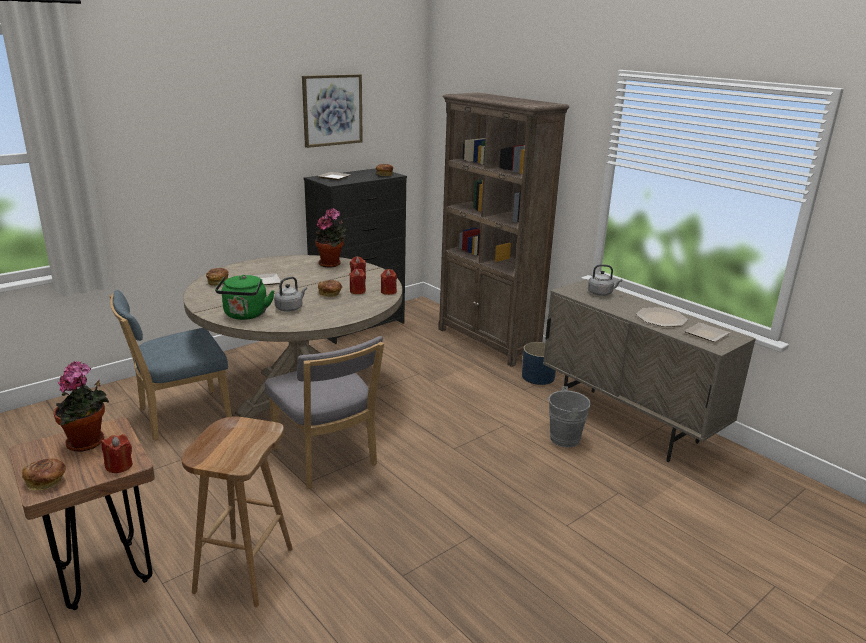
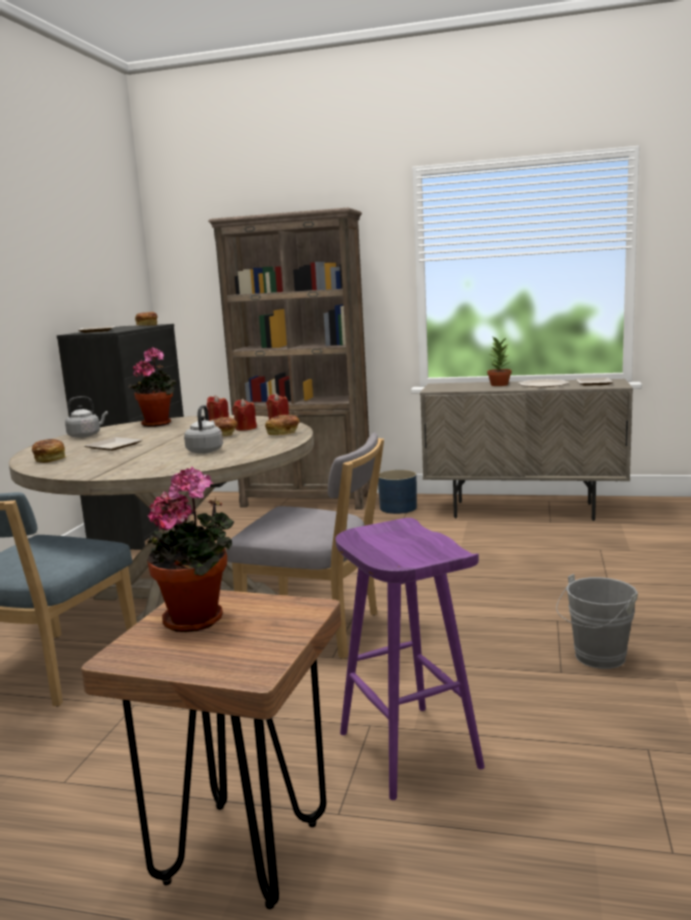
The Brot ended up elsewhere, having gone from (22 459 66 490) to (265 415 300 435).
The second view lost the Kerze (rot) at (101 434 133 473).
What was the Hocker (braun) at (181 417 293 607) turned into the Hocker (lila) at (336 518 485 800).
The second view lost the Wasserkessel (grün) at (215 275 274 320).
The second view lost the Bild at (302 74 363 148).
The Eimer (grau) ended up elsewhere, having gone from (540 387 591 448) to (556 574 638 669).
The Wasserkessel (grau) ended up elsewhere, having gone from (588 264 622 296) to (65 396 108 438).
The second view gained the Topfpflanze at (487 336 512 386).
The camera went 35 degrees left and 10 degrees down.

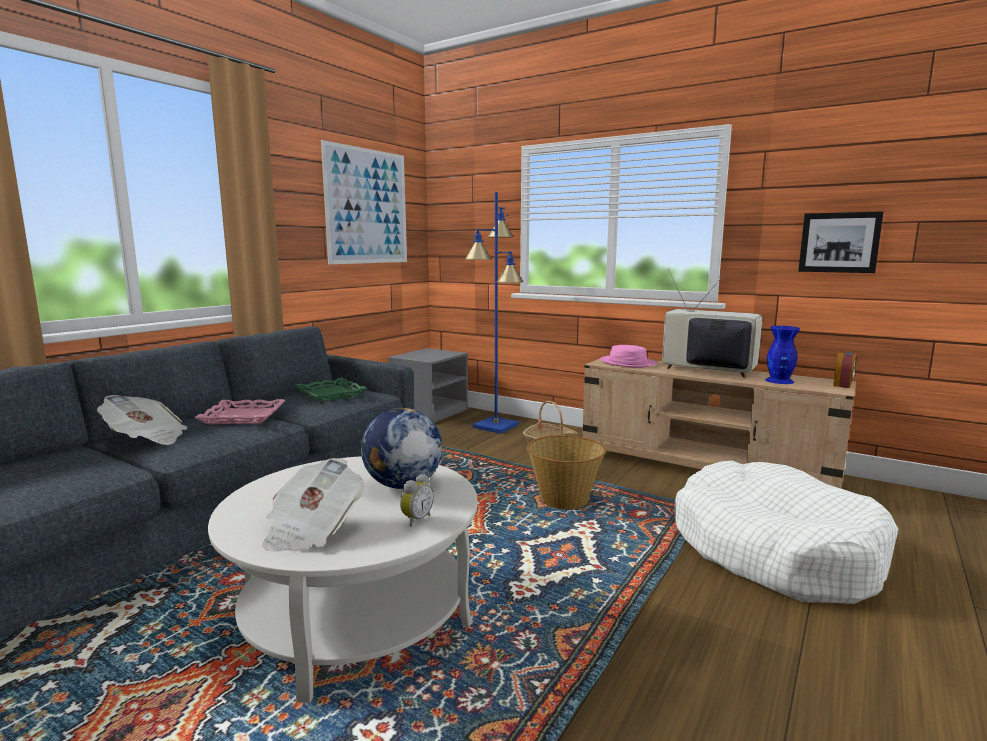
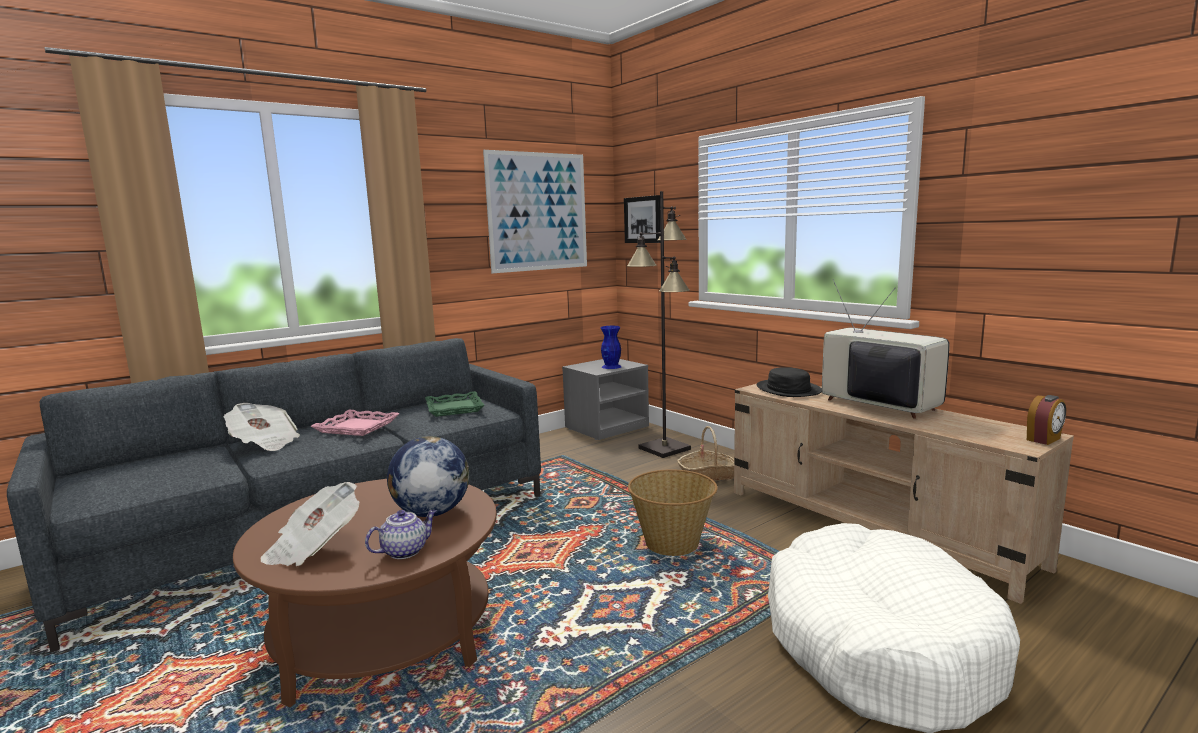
What was the Couchtisch (weiß) at (208 456 478 703) turned into the Couchtisch (braun) at (233 479 497 707).
Where the Wecker stood at (400 474 434 527), the Teekanne came to stand at (365 510 436 559).
What was the Stehlampe (blau) at (465 192 524 434) turned into the Stehlampe (schwarz) at (627 191 691 458).
What was the Hut (rosa) at (600 345 657 368) turned into the Hut (schwarz) at (756 367 822 397).
The Vase (blau) ended up elsewhere, having gone from (765 326 800 384) to (601 326 622 369).
The Bild ended up elsewhere, having gone from (798 211 884 273) to (624 195 661 243).
The camera went 20 degrees right and 0 degrees up.

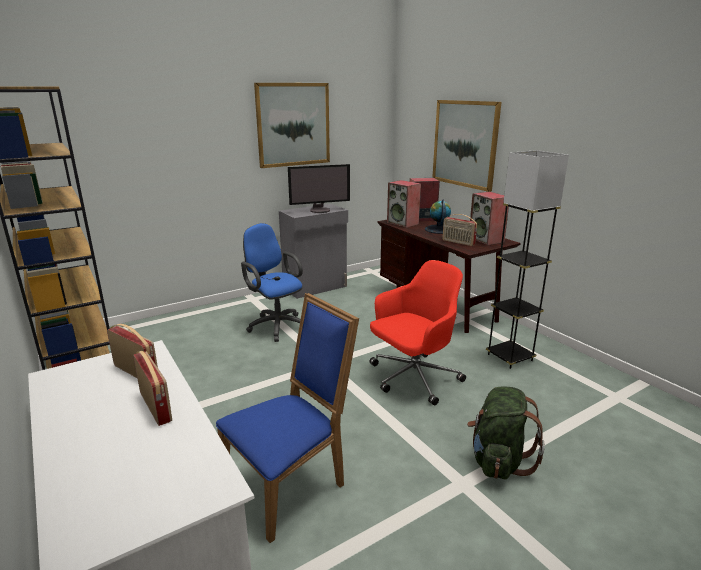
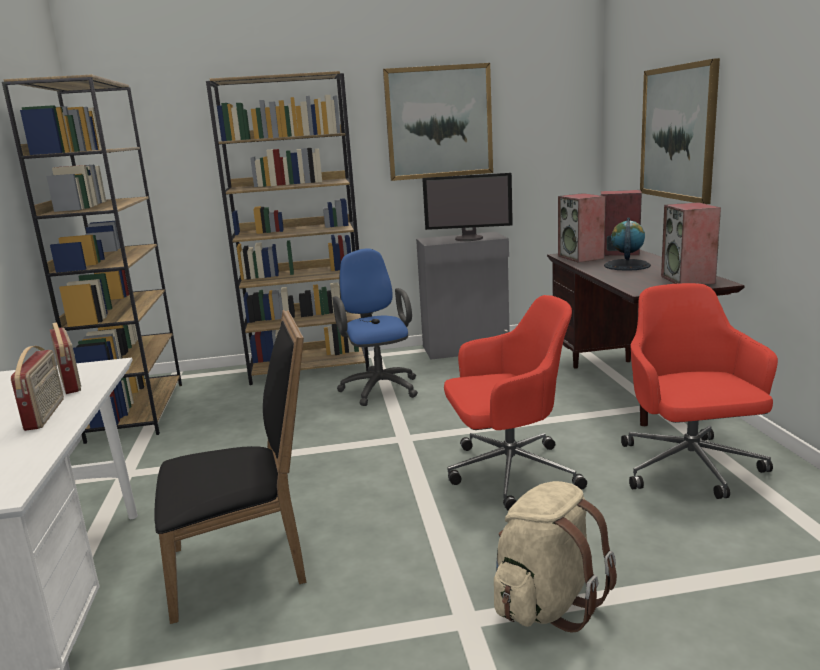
What was the Stuhl (blau) at (216 293 359 543) turned into the Stuhl (schwarz) at (155 310 306 624).
The second view lost the Radio at (442 214 477 246).
What was the Rucksack (grün) at (467 386 545 479) turned into the Rucksack (beige) at (494 481 617 633).
Where the Stehlampe (grau) stood at (486 150 569 369), the Bürostuhl (rot) came to stand at (621 283 778 499).
The second view gained the Bücherregal (braun) at (206 71 369 385).
The camera went 25 degrees right and 5 degrees down.

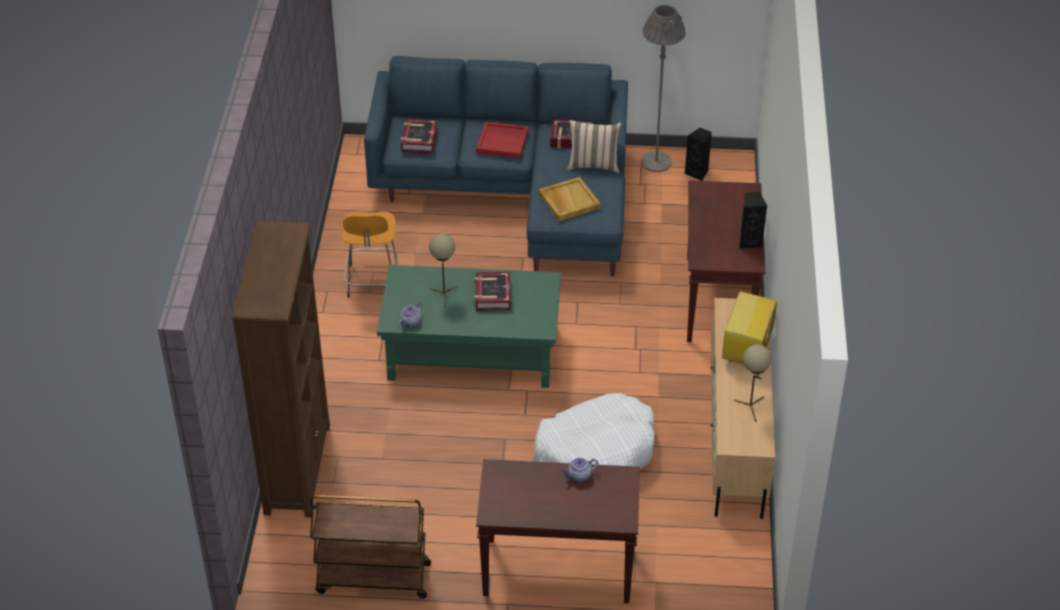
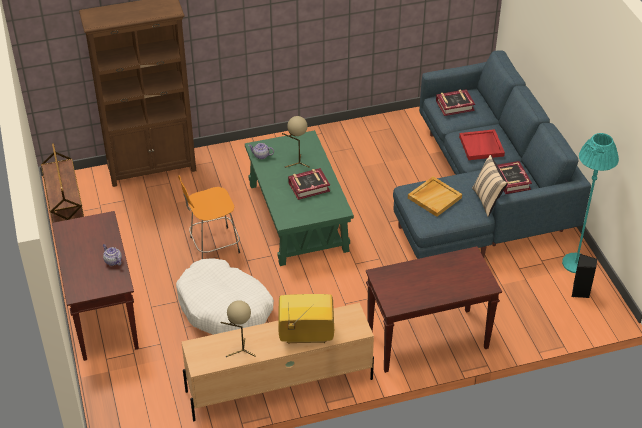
The Hocker (orange) ended up elsewhere, having gone from (342 212 398 298) to (178 175 240 259).
What was the Stehlampe (grau) at (641 5 686 172) turned into the Stehlampe (türkis) at (562 133 619 273).
The second view lost the Lautsprecher (schwarz) at (739 192 767 249).
The camera went 70 degrees right and 0 degrees up.

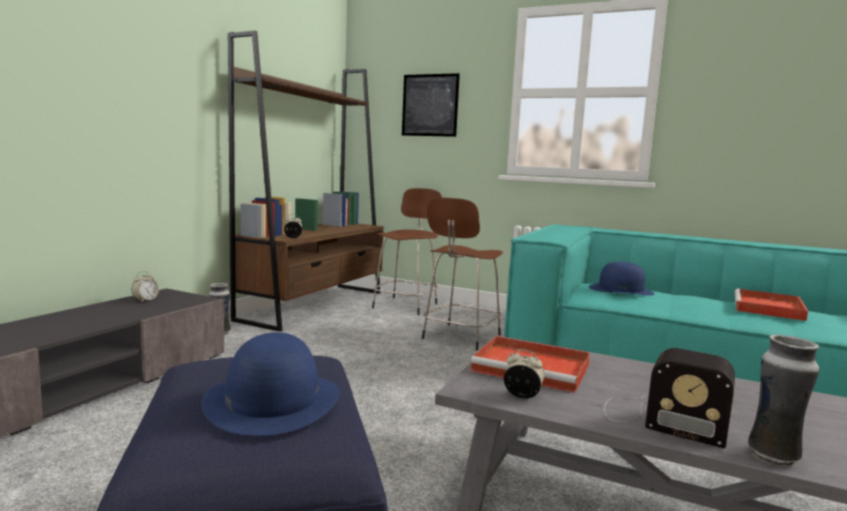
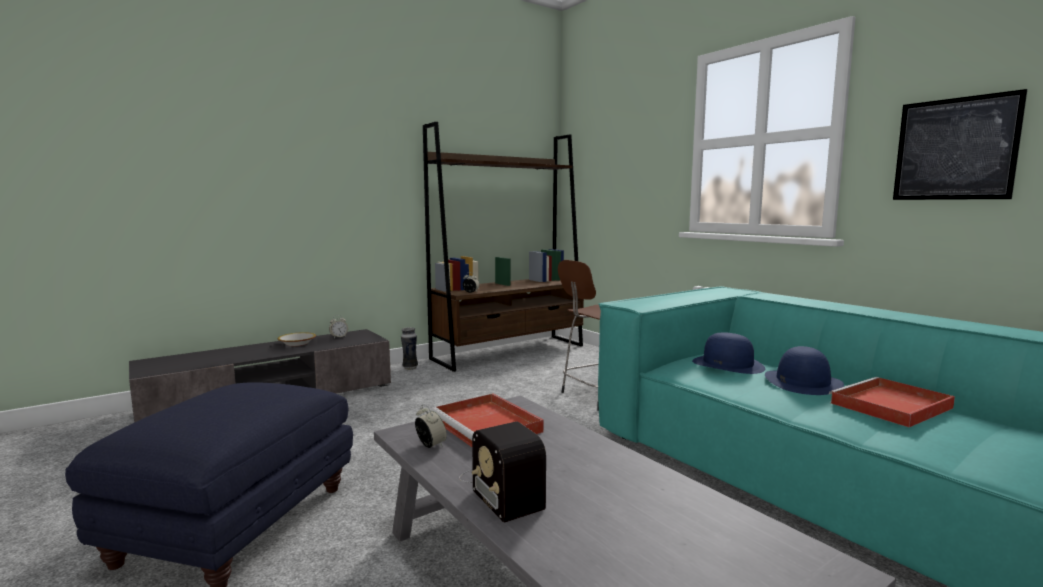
The Hut (blau) ended up elsewhere, having gone from (201 332 340 435) to (765 346 844 395).
The second view lost the Hocker (braun) at (372 188 442 315).
The Bild ended up elsewhere, having gone from (402 73 460 137) to (893 89 1027 200).
The second view lost the Vase at (748 334 819 466).
The second view gained the Schüssel at (278 332 316 346).
The camera went 30 degrees right and 0 degrees up.

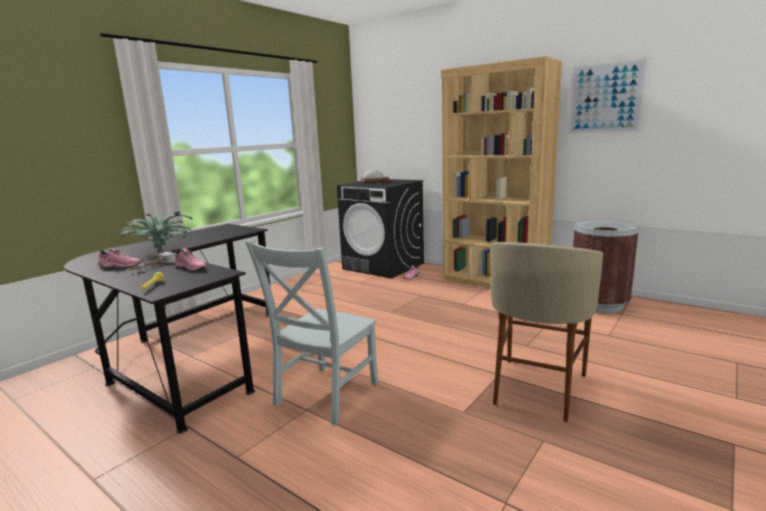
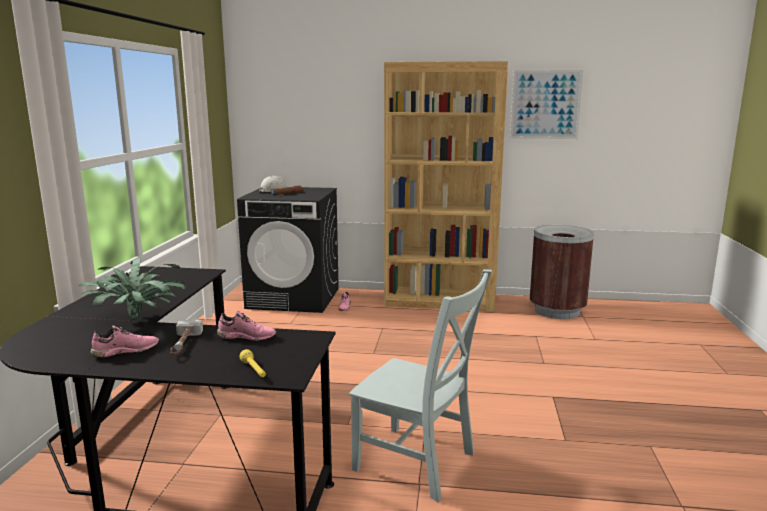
The Stuhl (grau) at (245 240 378 425) ended up facing another way, 60 degrees counterclockwise from before.
The second view lost the Hocker (beige) at (490 242 603 422).
The camera went 30 degrees left and 0 degrees up.

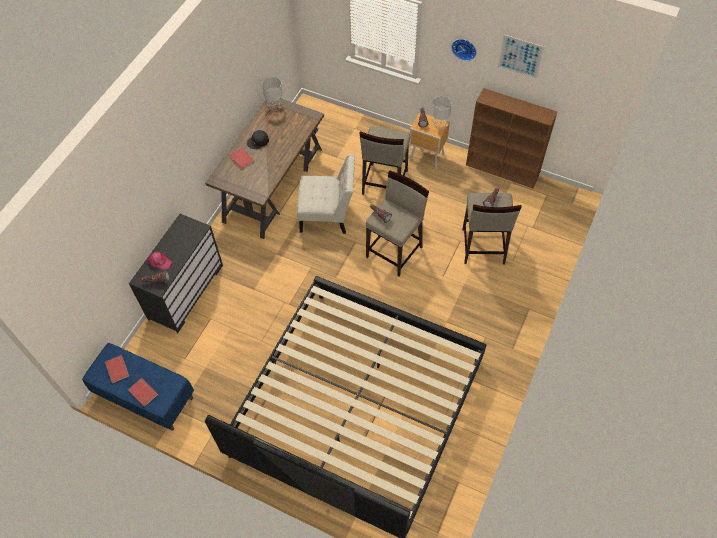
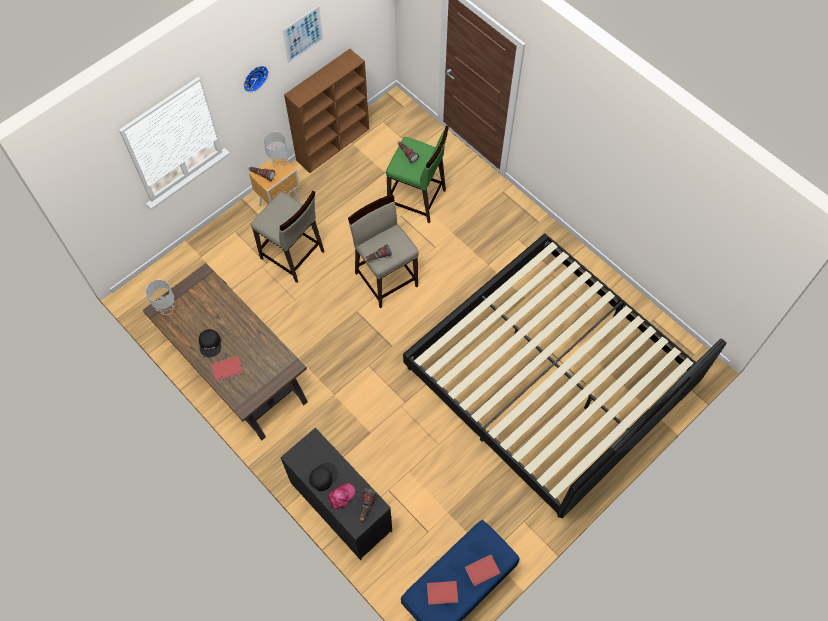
The second view lost the Stuhl (weiß) at (297 154 355 234).
What was the Hocker (beige) at (463 193 522 264) turned into the Hocker (grün) at (386 126 449 223).
The second view gained the Kappe (schwarz) at (309 463 338 491).
The camera went 70 degrees left and 5 degrees up.

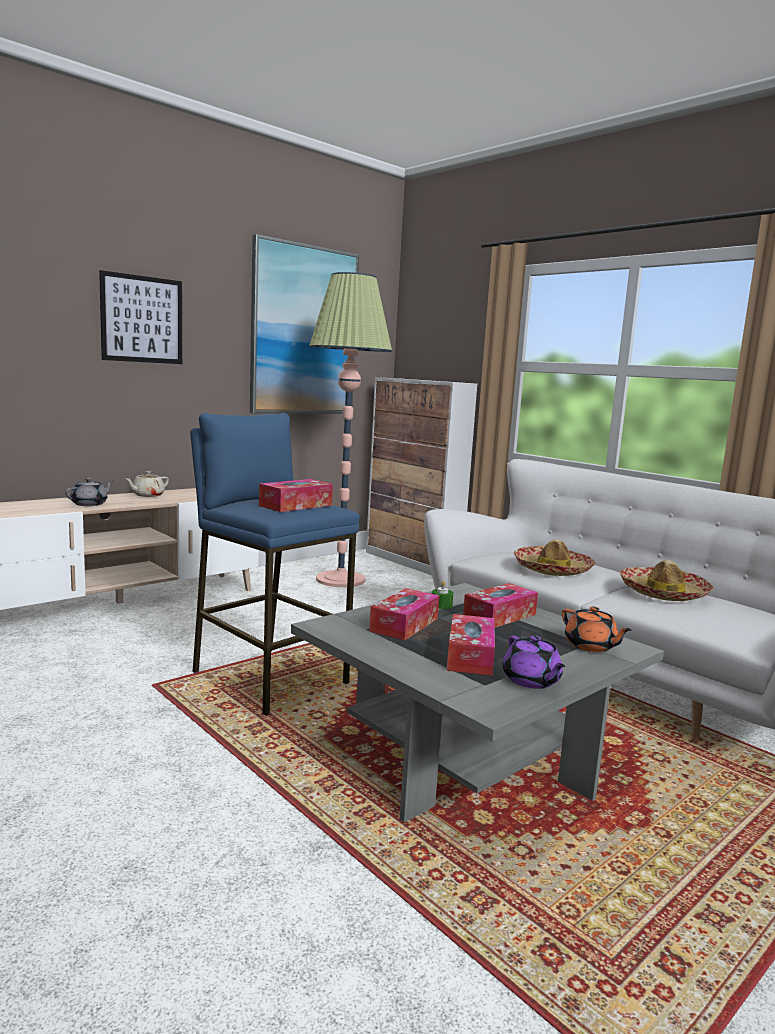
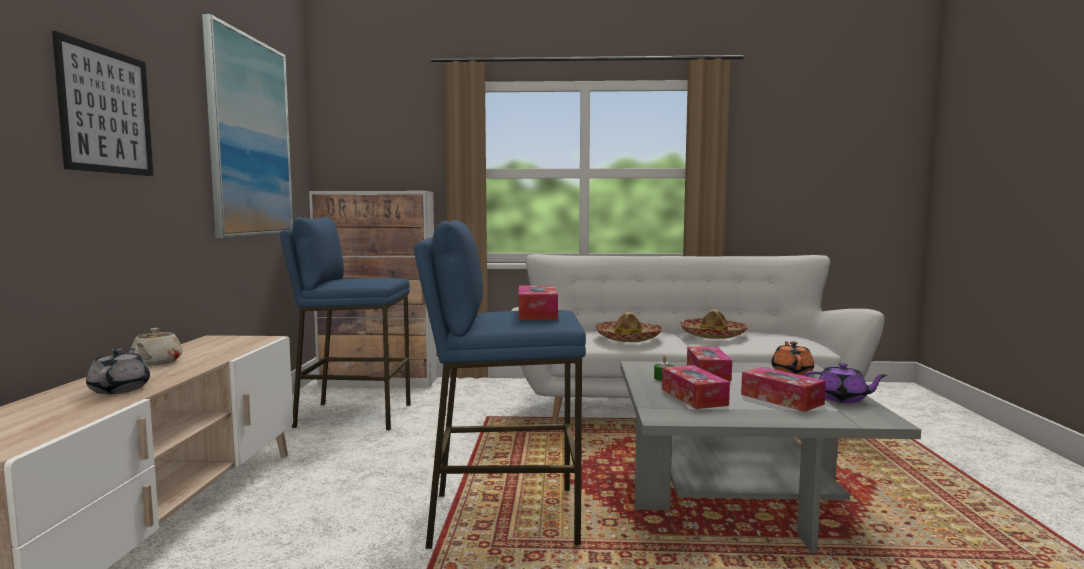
Where the Stehlampe stood at (309 272 392 587), the Hocker (blau) came to stand at (280 217 411 430).
The Teekanne (orange) at (562 606 631 652) ended up facing another way, 90 degrees counterclockwise from before.
The camera went 45 degrees left and 5 degrees down.

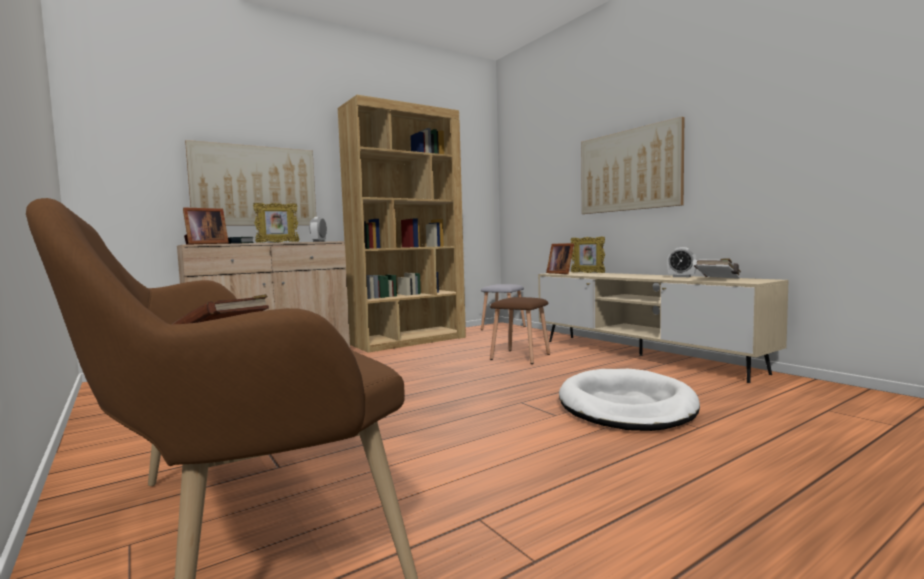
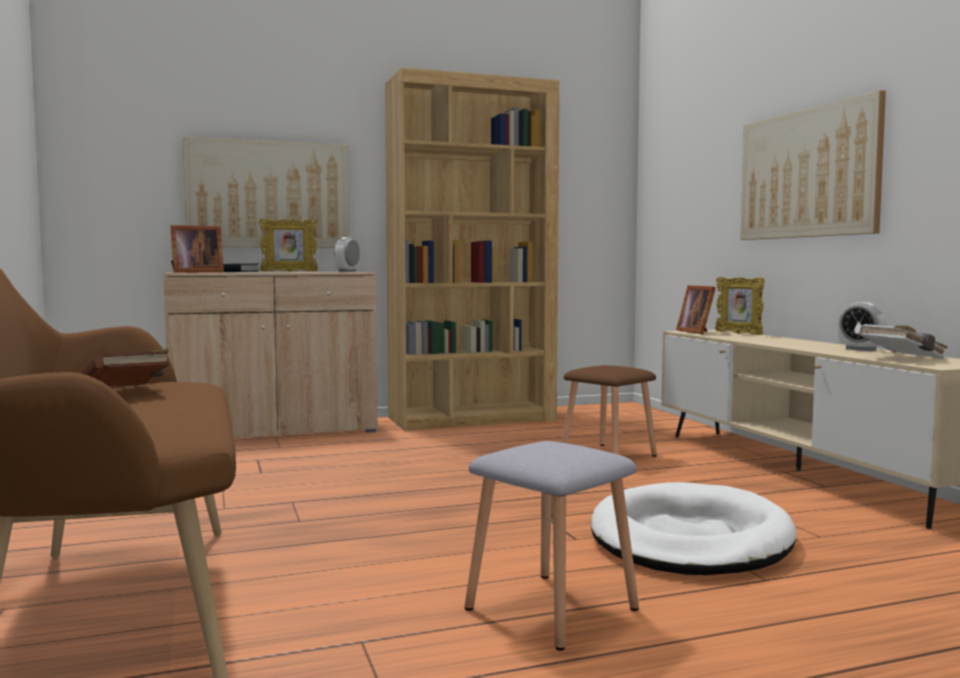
The Hocker (grau) ended up elsewhere, having gone from (481 284 526 330) to (464 441 639 650).
The camera went 15 degrees right and 0 degrees up.

